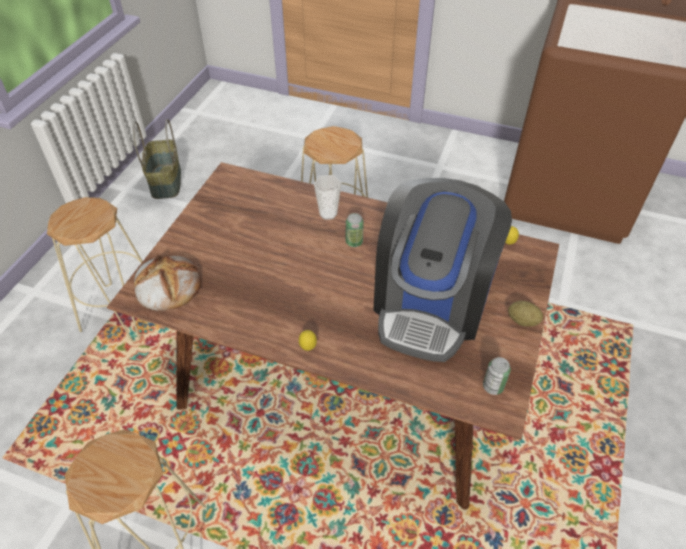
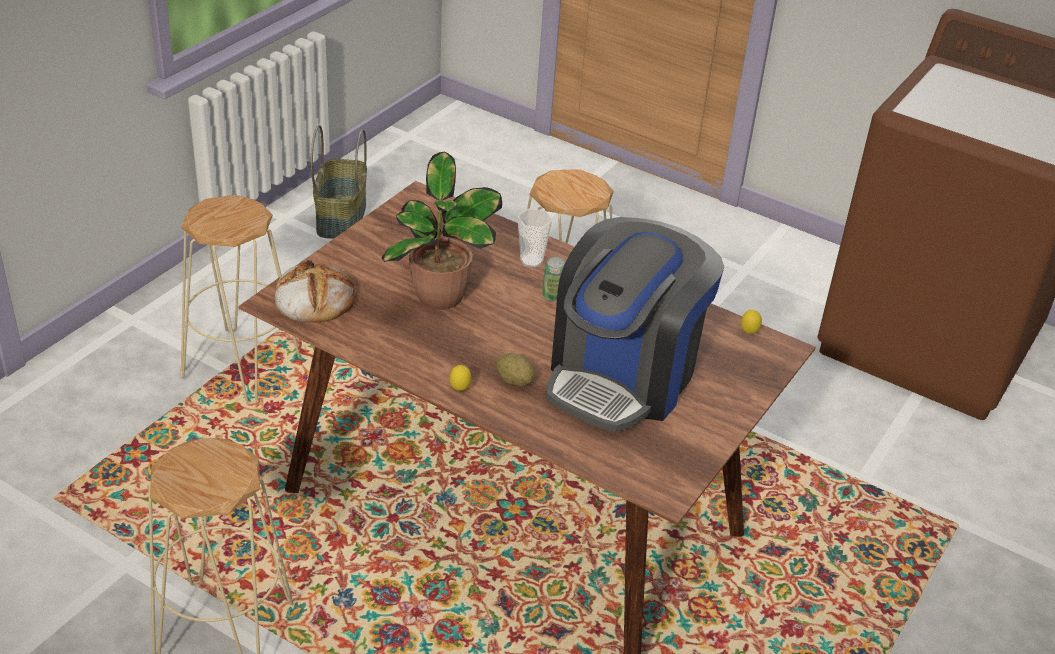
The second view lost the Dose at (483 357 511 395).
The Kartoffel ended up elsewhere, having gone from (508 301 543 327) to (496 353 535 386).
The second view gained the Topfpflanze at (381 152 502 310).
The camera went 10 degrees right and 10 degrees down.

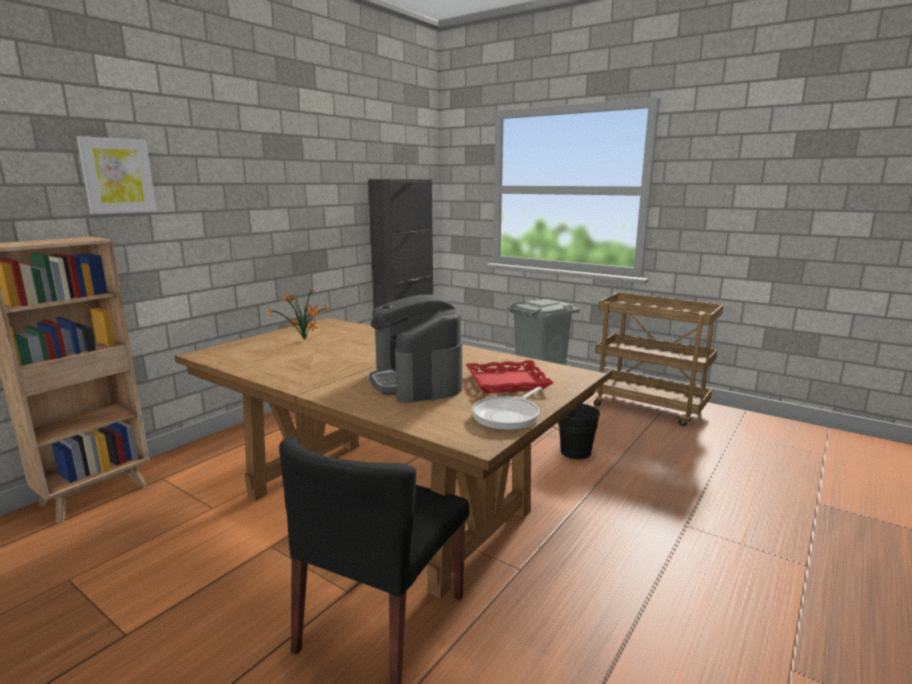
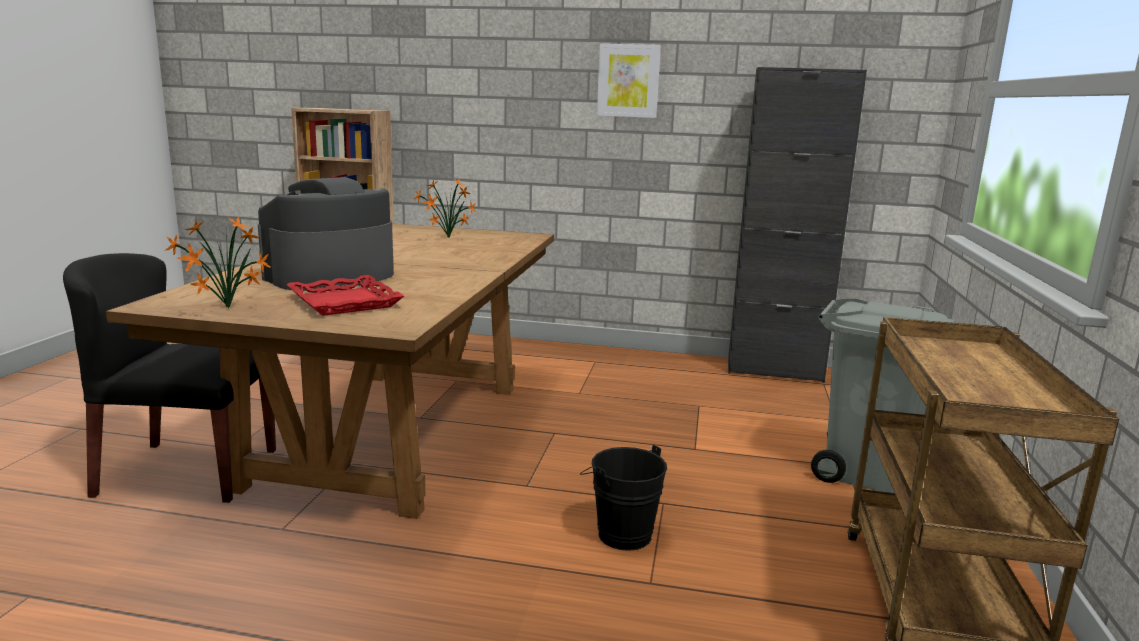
The Bild ended up elsewhere, having gone from (76 136 157 214) to (597 44 661 118).
Where the Pfanne stood at (472 387 542 430), the Topfpflanze came to stand at (166 217 271 309).
The camera went 65 degrees right and 0 degrees up.

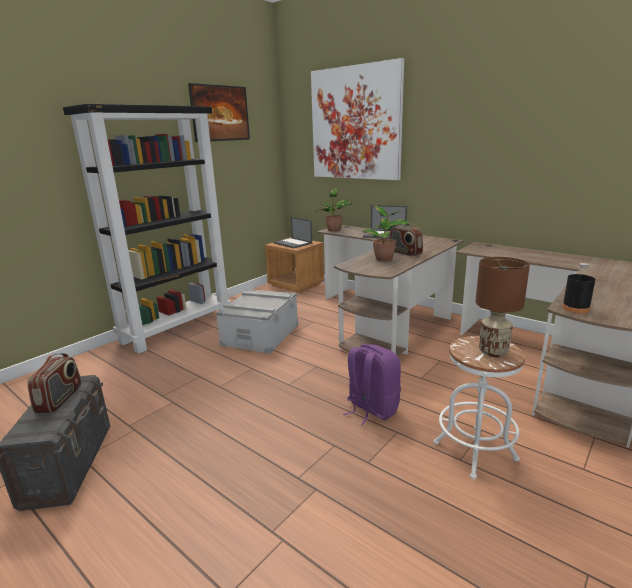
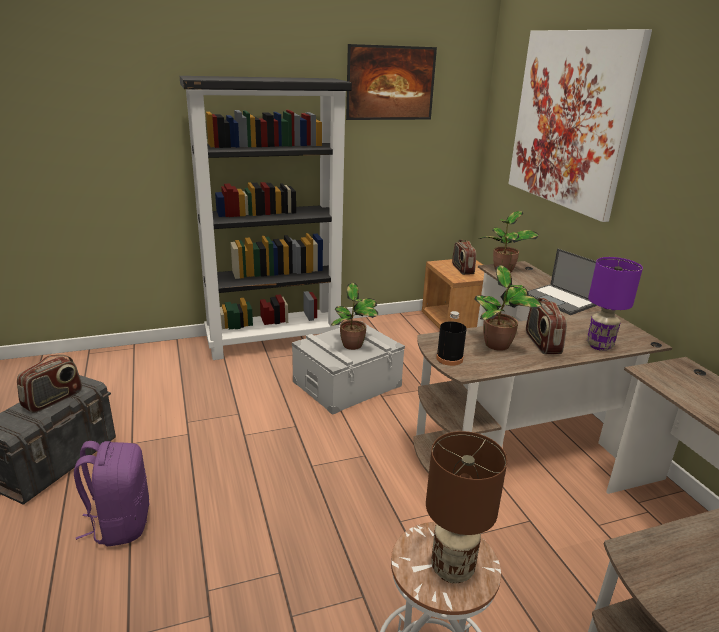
Where the Laptop stood at (274 217 312 248), the Radio came to stand at (452 240 476 275).
The Rucksack (lila) ended up elsewhere, having gone from (343 344 401 426) to (74 441 149 546).
The Flasche (schwarz) ended up elsewhere, having gone from (562 263 595 313) to (436 311 467 366).
The second view gained the Topfpflanze at (331 283 378 350).
The second view gained the Tischlampe (lila) at (587 257 643 351).
The camera went 30 degrees right and 5 degrees up.

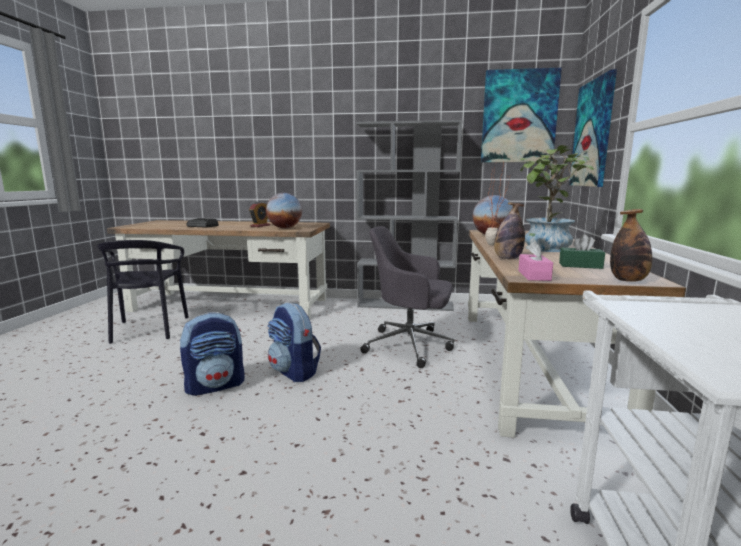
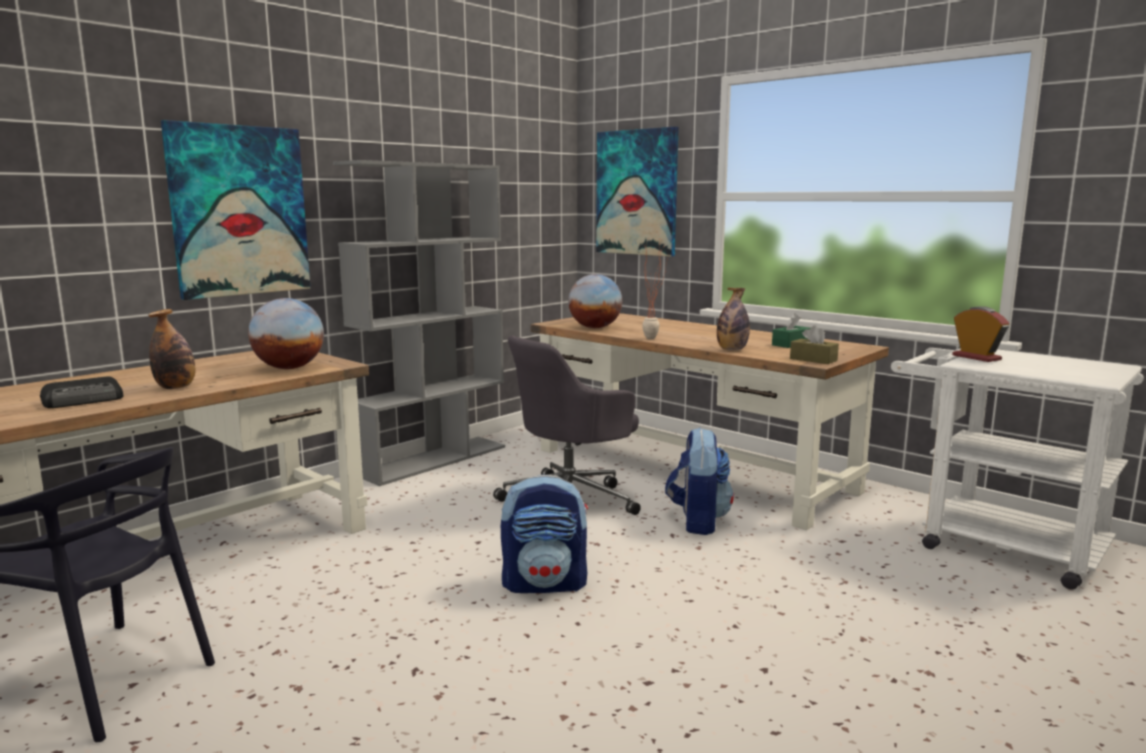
The Rucksack ended up elsewhere, having gone from (180 312 245 396) to (665 427 734 535).
The Wecker ended up elsewhere, having gone from (249 202 270 227) to (952 306 1009 362).
The Bild ended up elsewhere, having gone from (481 68 562 163) to (161 120 311 300).
What was the Taschentuchbox (rosa) at (518 241 553 281) turned into the Taschentuchbox (braun) at (790 325 839 364).
The second view lost the Topfpflanze at (520 145 594 252).
The Flasche ended up elsewhere, having gone from (610 209 652 282) to (148 309 195 389).
The camera went 55 degrees left and 0 degrees up.

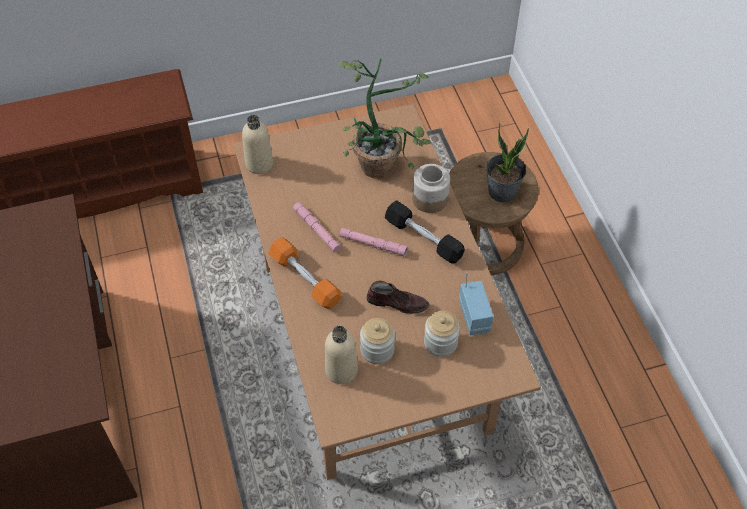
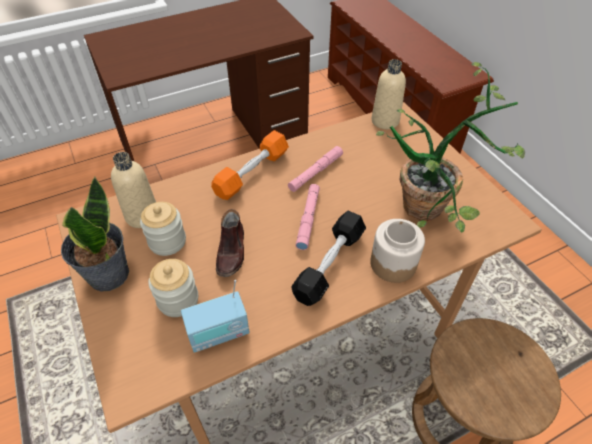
The Topfpflanze ended up elsewhere, having gone from (486 123 529 202) to (61 177 129 291).
The camera went 80 degrees right and 5 degrees down.

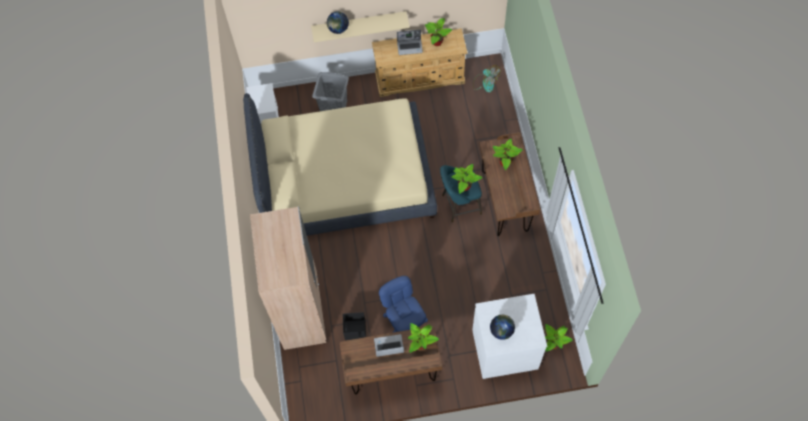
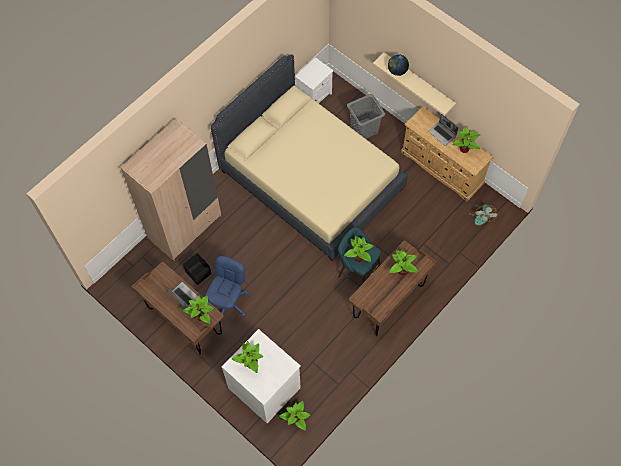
Where the Globus stood at (490 315 515 340), the Topfpflanze came to stand at (232 341 263 373).
The camera went 50 degrees right and 0 degrees up.

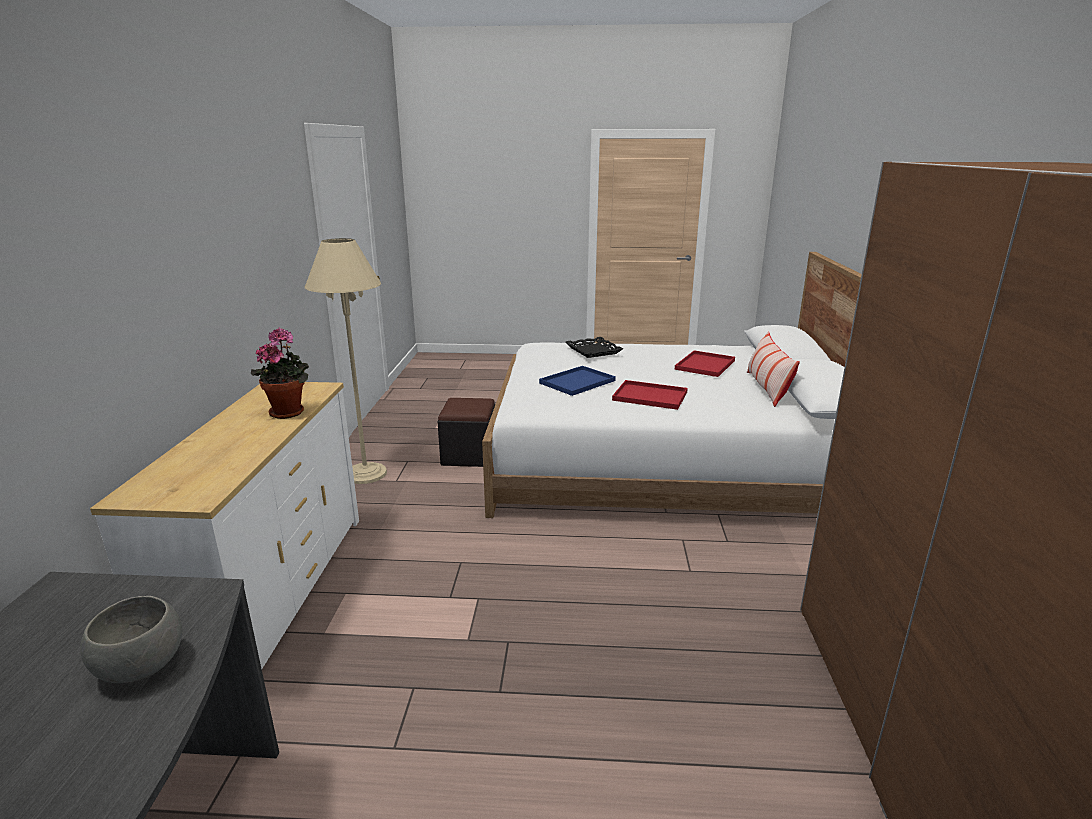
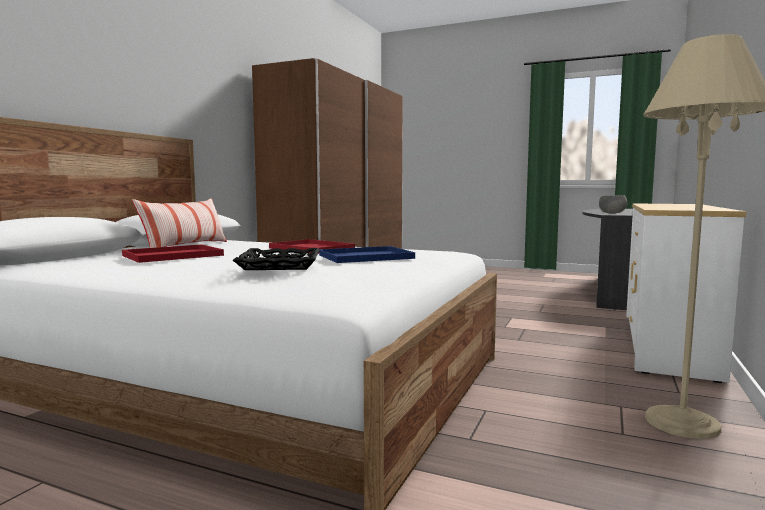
The second view lost the Topfpflanze at (251 328 309 419).
The second view lost the Polsterhocker (schwarz) at (438 398 495 467).
The camera went 160 degrees left and 15 degrees down.

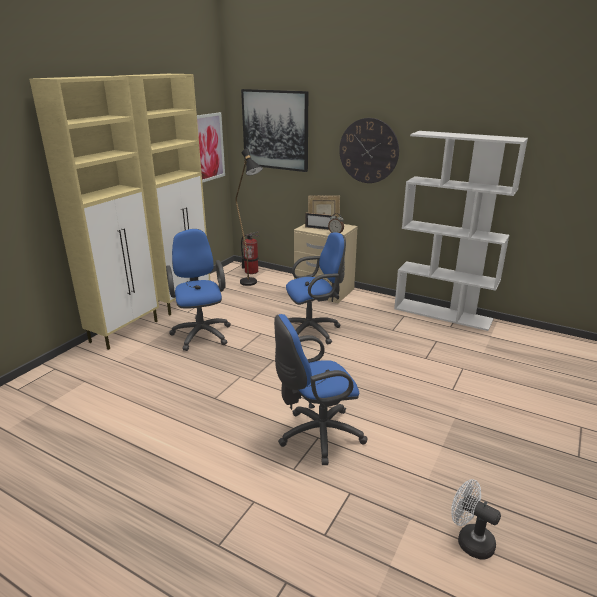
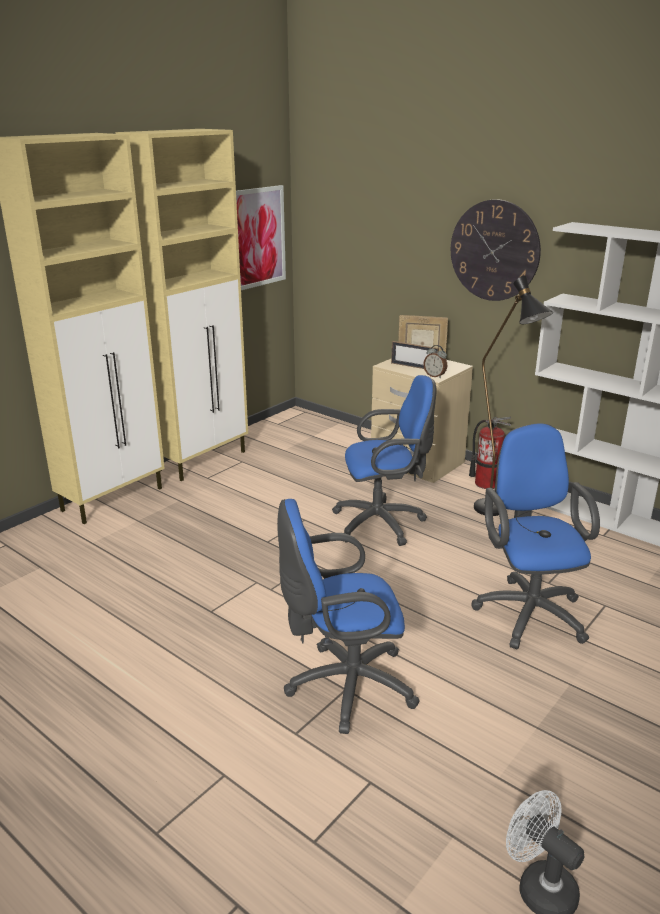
The Bürostuhl (blau) ended up elsewhere, having gone from (166 229 231 351) to (472 423 600 649).
The Stehlampe (schwarz) ended up elsewhere, having gone from (236 149 263 286) to (474 275 553 516).
The second view lost the Bild at (241 89 308 172).
The Feuerlöscher ended up elsewhere, having gone from (241 231 259 274) to (469 417 511 489).
The camera went 10 degrees right and 0 degrees up.

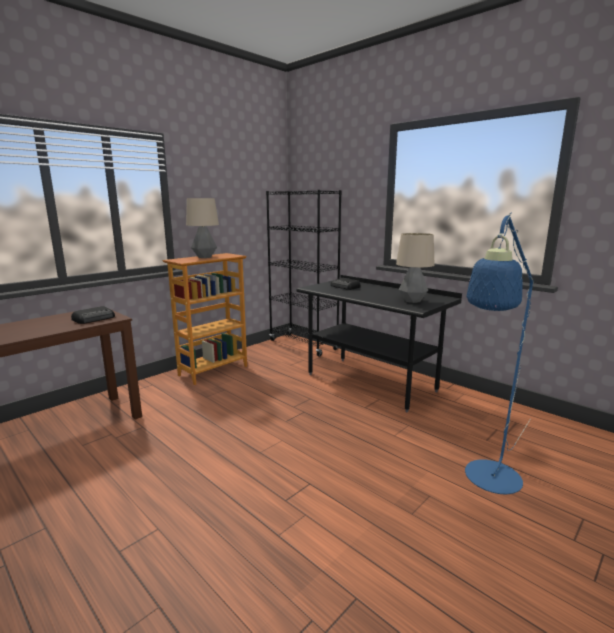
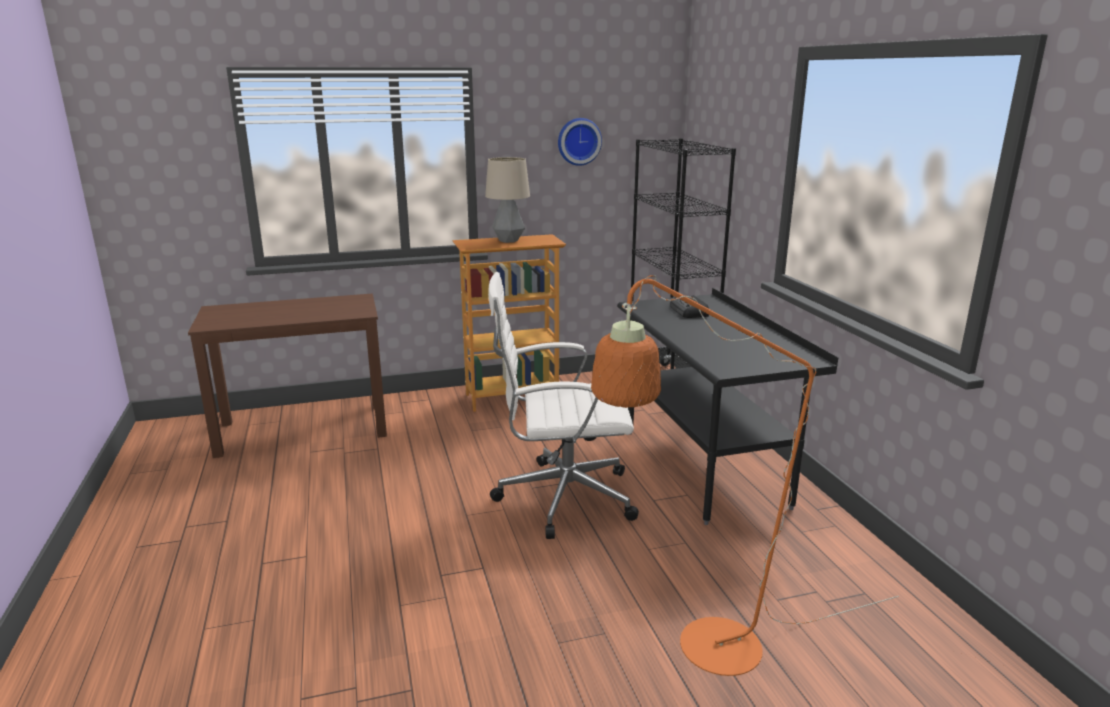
The second view lost the Radio at (71 306 115 324).
The second view lost the Tischlampe at (396 233 435 303).
What was the Stehlampe (blau) at (465 212 534 494) turned into the Stehlampe (orange) at (591 275 899 676).
The second view gained the Bürostuhl (weiß) at (488 272 639 539).
The second view gained the Wanduhr at (558 118 602 166).
The camera went 30 degrees right and 5 degrees up.

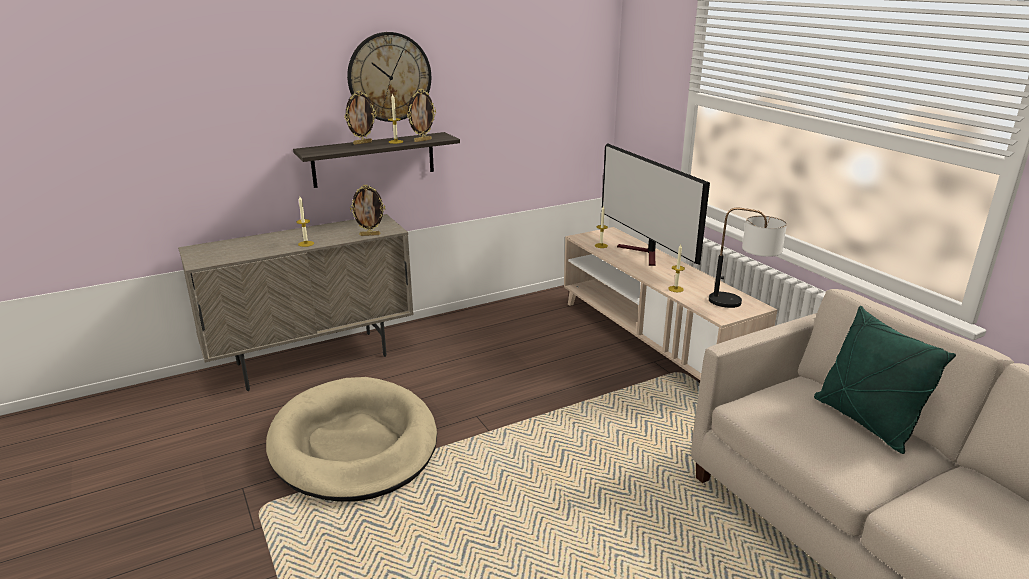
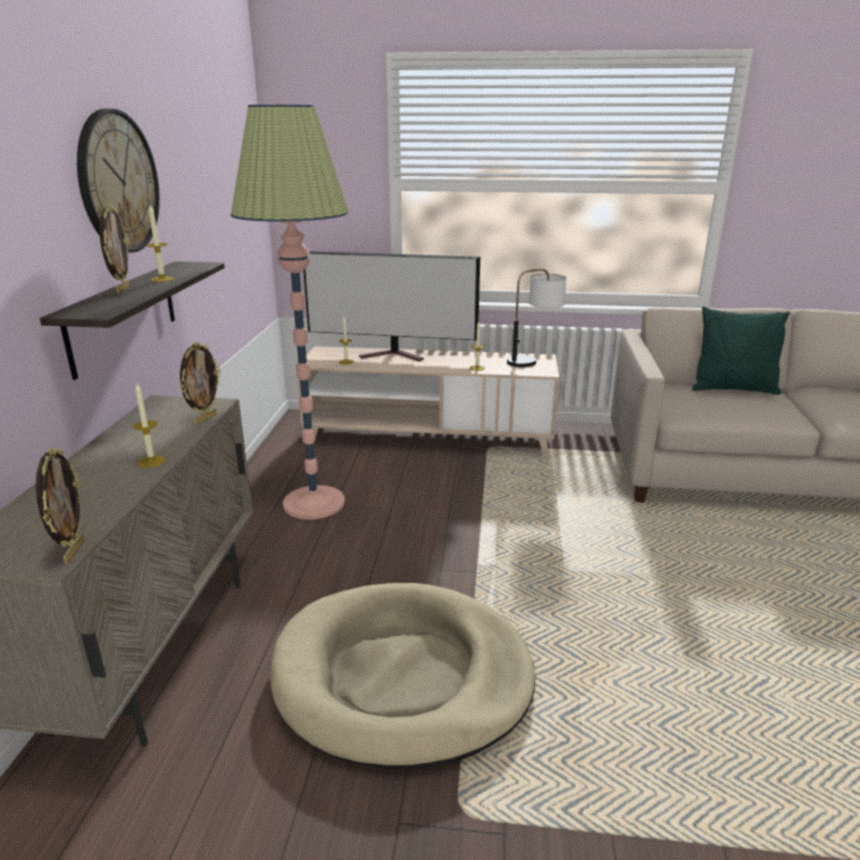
The Bilderrahmen ended up elsewhere, having gone from (407 89 436 142) to (36 447 84 564).
The second view gained the Stehlampe at (231 103 348 520).
The camera went 55 degrees left and 0 degrees up.

